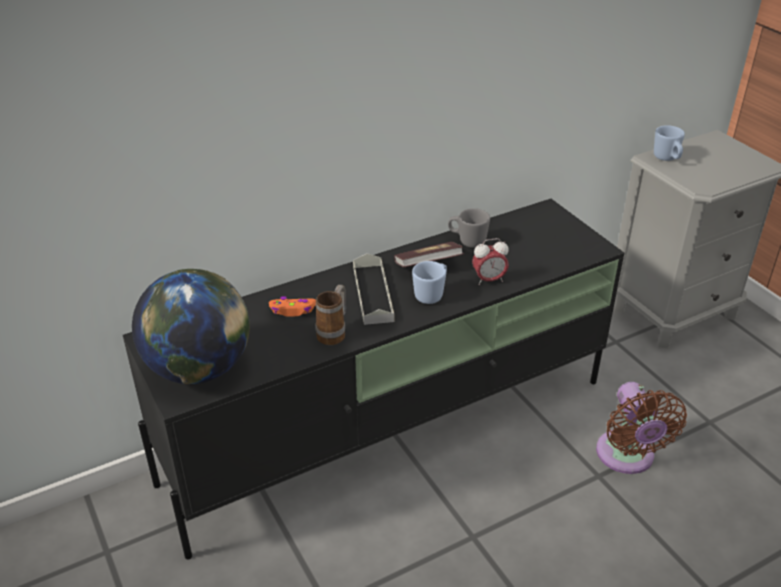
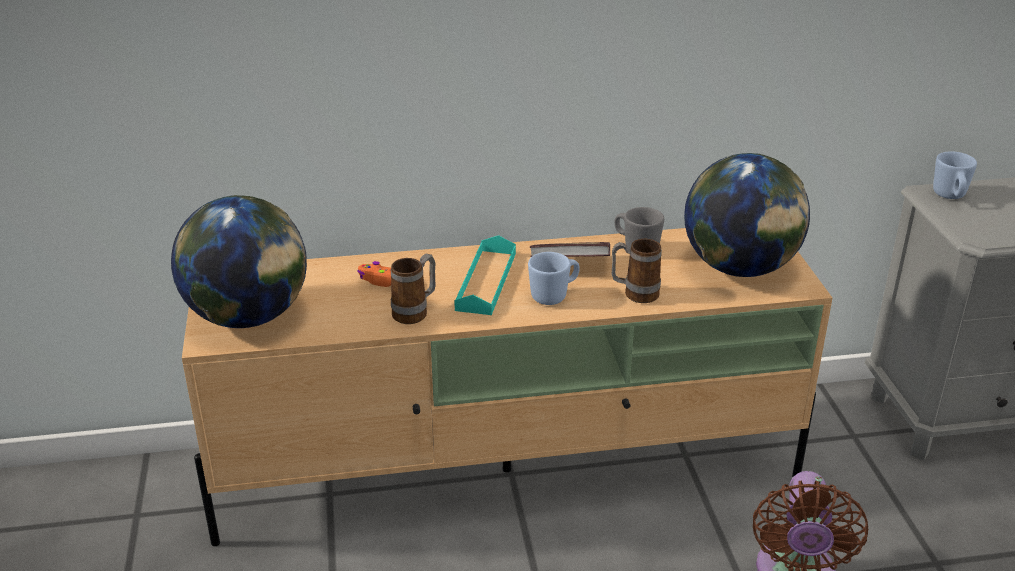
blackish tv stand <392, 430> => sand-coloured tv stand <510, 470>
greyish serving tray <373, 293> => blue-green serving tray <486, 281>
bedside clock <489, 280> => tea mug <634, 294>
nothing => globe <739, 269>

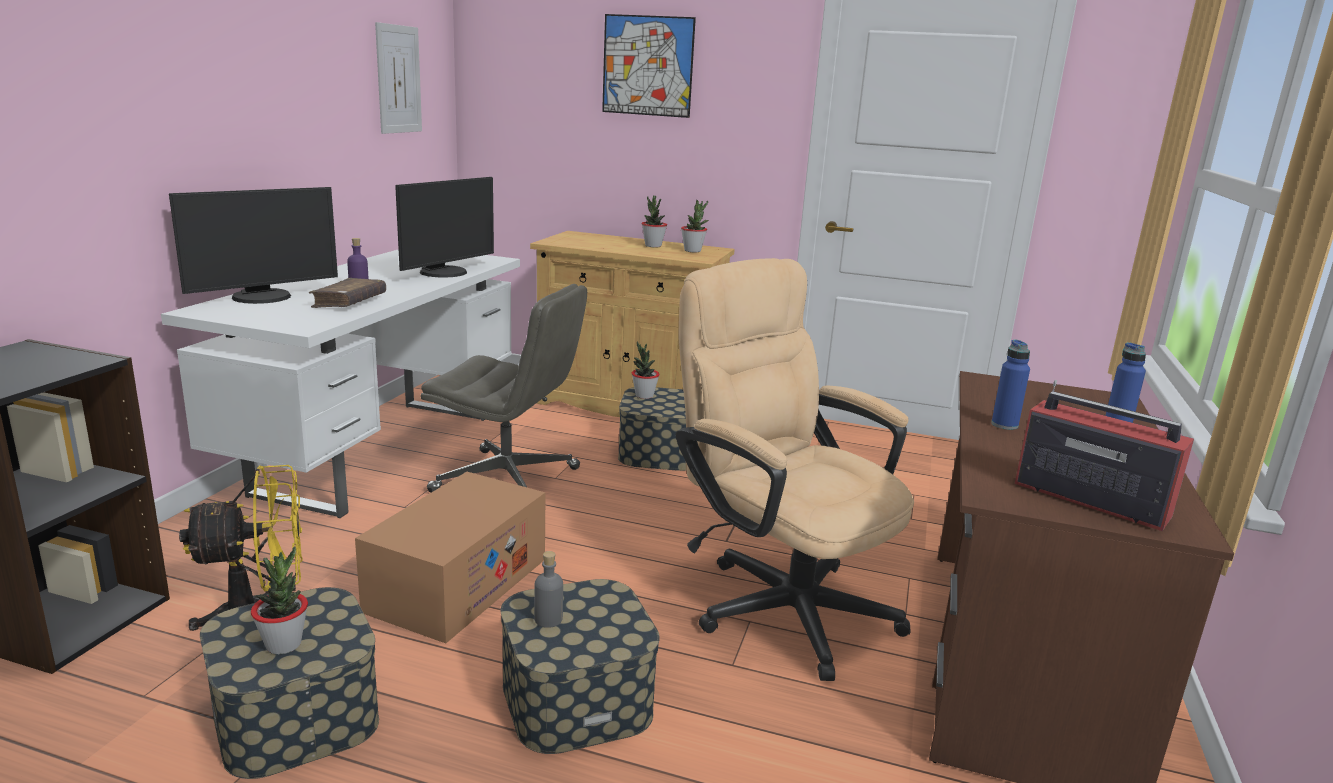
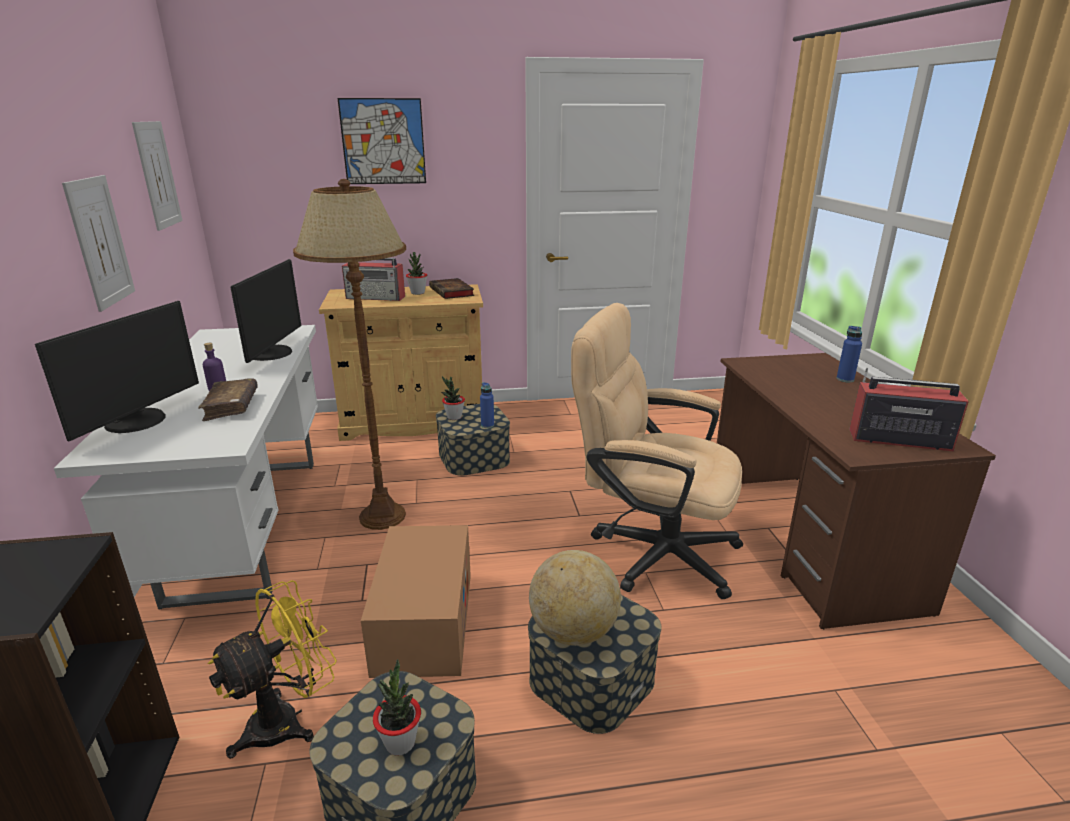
nothing => picture <100, 242>
greyish desk chair <508, 480> => brownish standard lamp <382, 516>
nothing => radio <376, 298>
potted plant <692, 251> => volume <452, 292>
blue-coloured drink bottle <1004, 425> => blue-coloured drink bottle <487, 425>, relocated
greyish drink bottle <548, 619> => globe <573, 632>

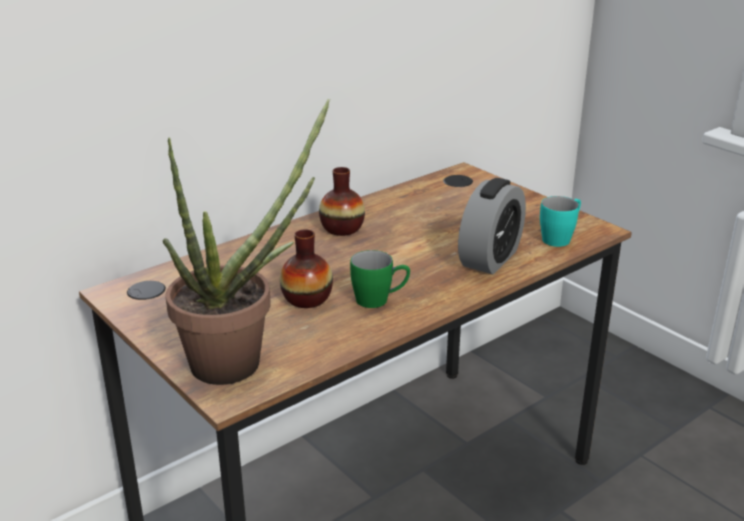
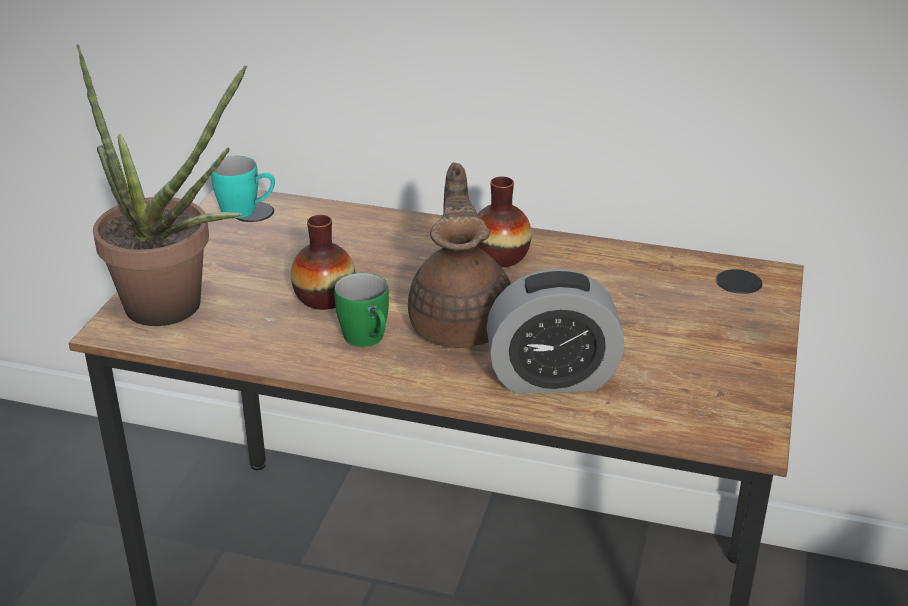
blue-green tea mug <560, 238> => blue-green tea mug <247, 210>, relocated
nothing => brownish pot for tea <462, 323>

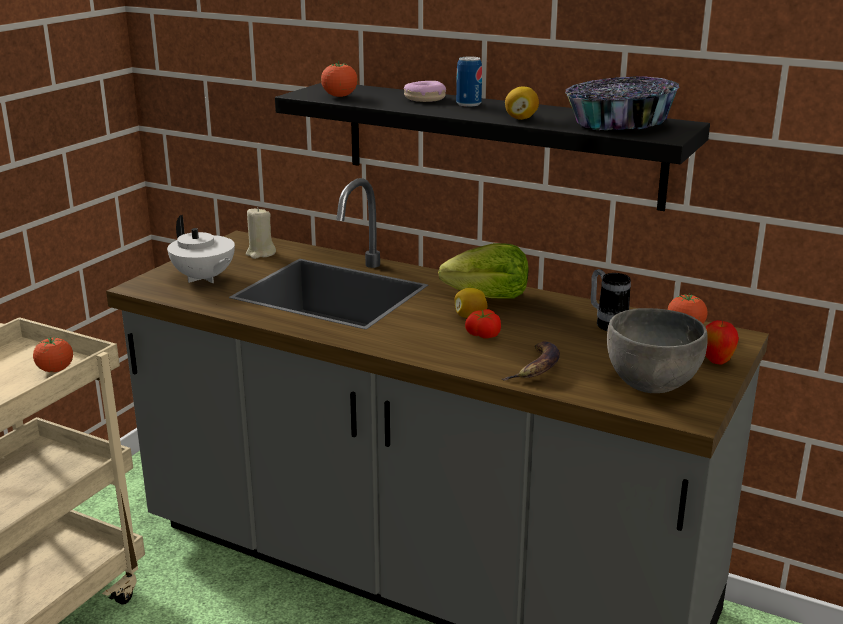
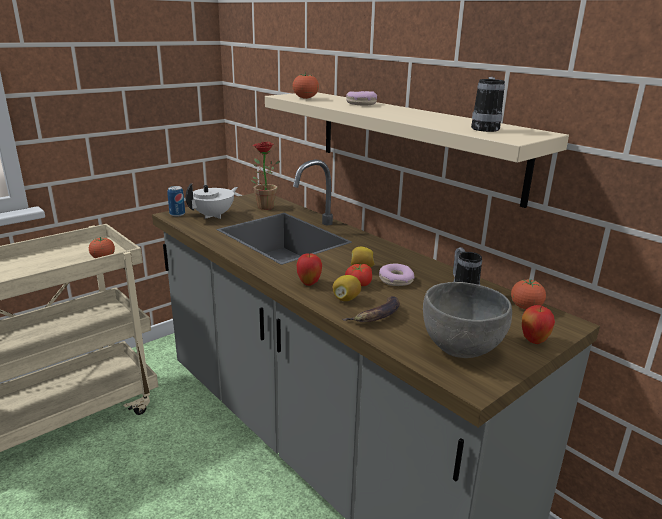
can <468, 104> => can <177, 214>, relocated
white-coloured pot for tea <204, 278> => white-coloured pot for tea <214, 216>, 120 degrees counterclockwise
sand-coloured candle <260, 253> => potted plant <263, 206>
blackish wall shelf <499, 143> => sand-coloured wall shelf <413, 142>
nothing => apple <309, 283>
lemon <521, 118> => lemon <346, 299>, relocated
nothing => doughnut <396, 280>
bowl <619, 124> => tea mug <485, 128>
lettuce <488, 297> => nothing

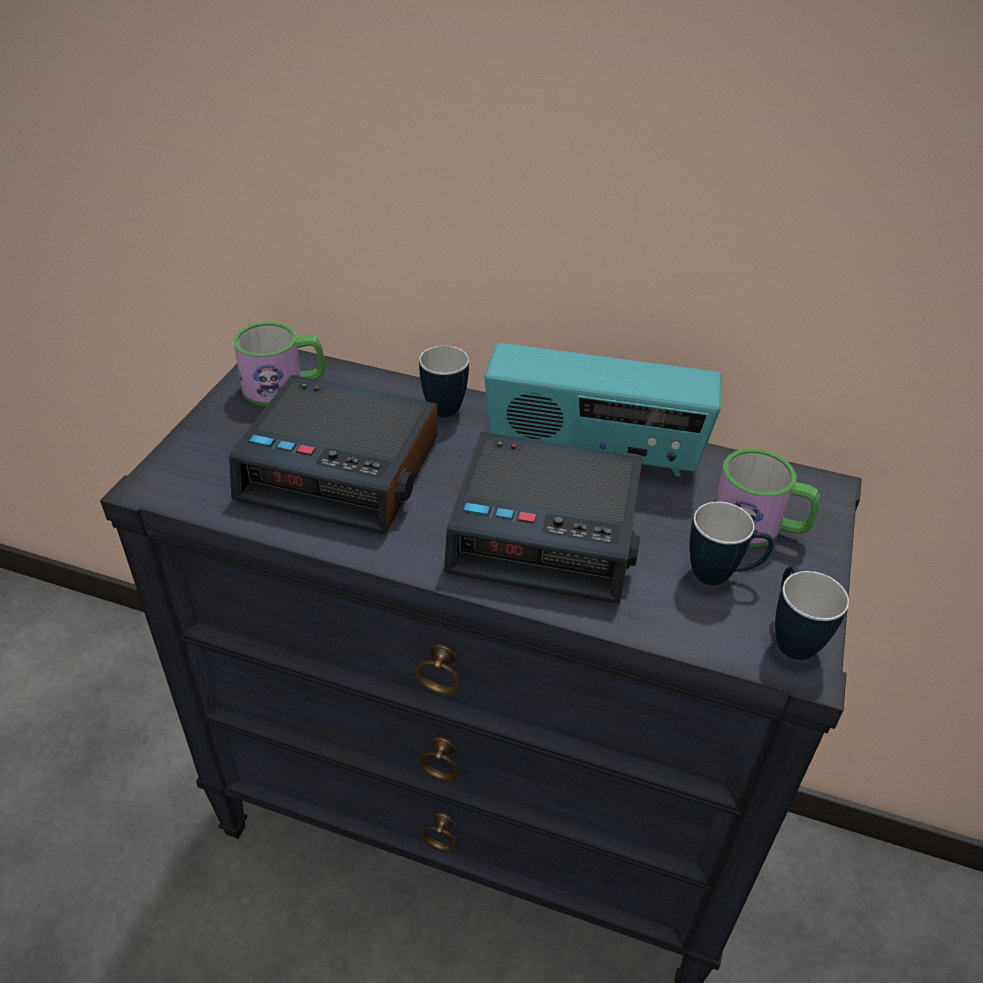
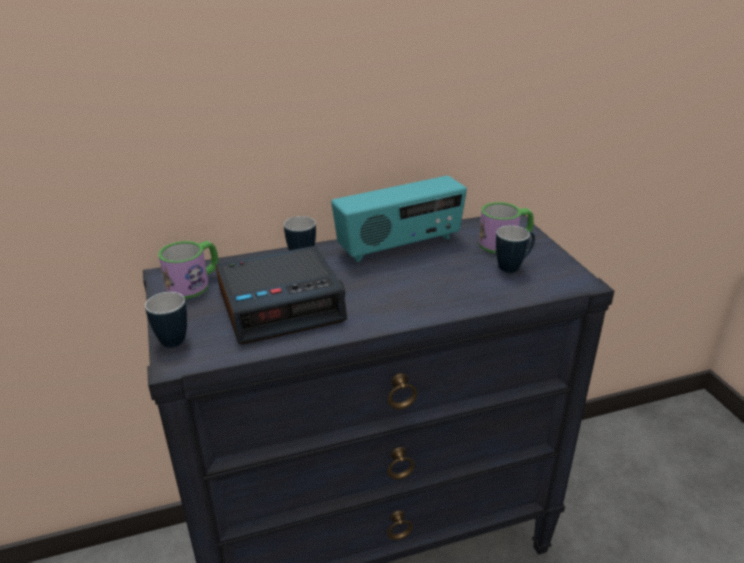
tea mug <790, 637> => tea mug <169, 338>, relocated
bedside clock <547, 531> => nothing

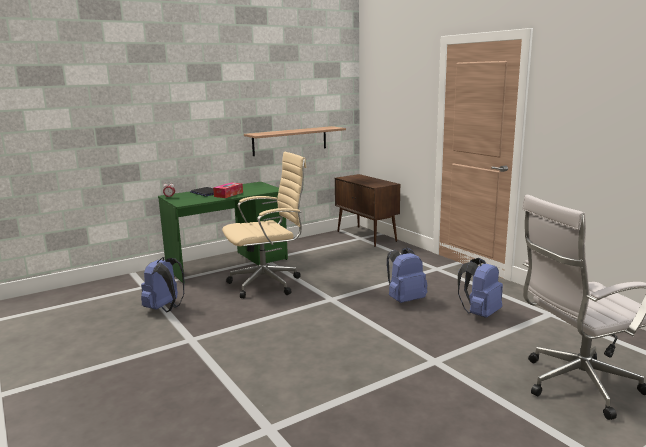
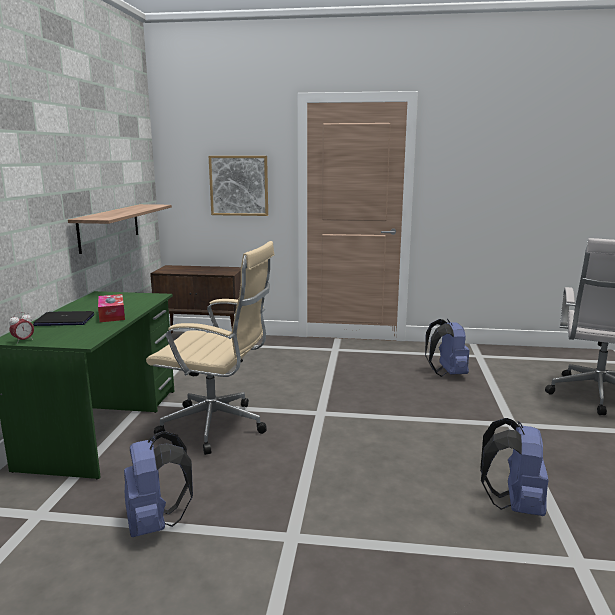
sand-coloured desk chair <268, 284> => sand-coloured desk chair <218, 427>, 90 degrees clockwise
nothing => picture <239, 185>
blue-coloured knapsack <405, 300> => blue-coloured knapsack <514, 505>, relocated

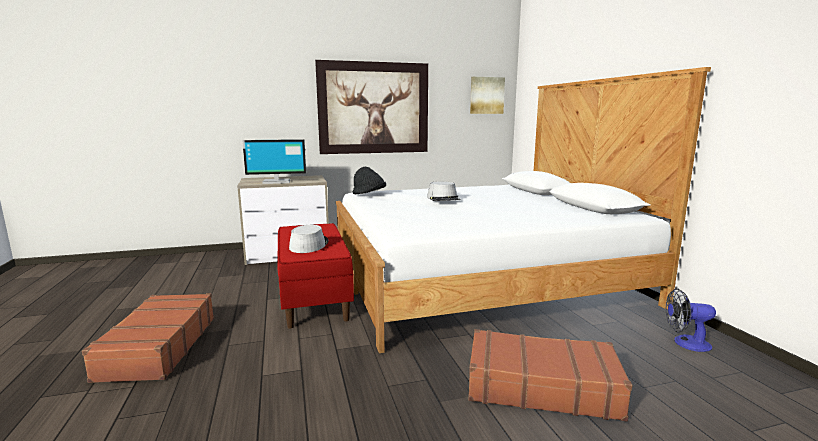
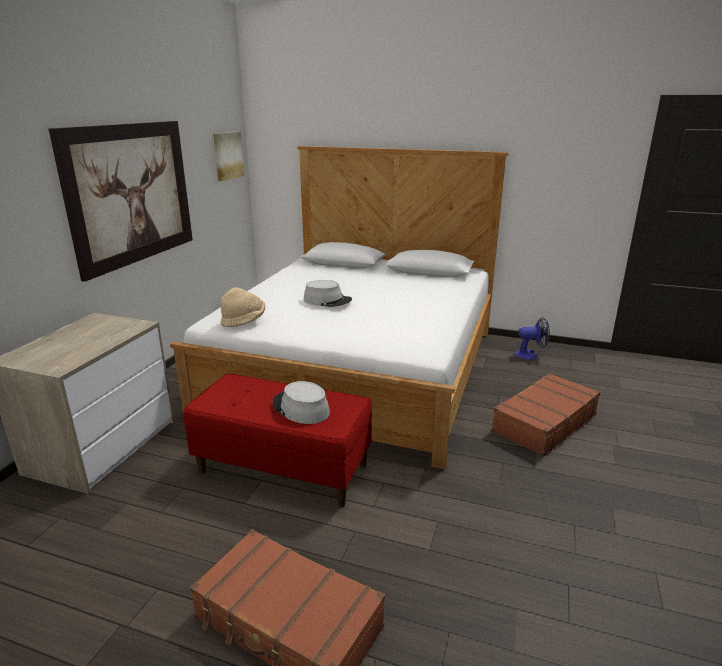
blackish wearable hat <369, 194> => sand-coloured wearable hat <243, 321>
cooling fan <685, 343> => cooling fan <530, 355>, 135 degrees counterclockwise
monitor <276, 181> => nothing

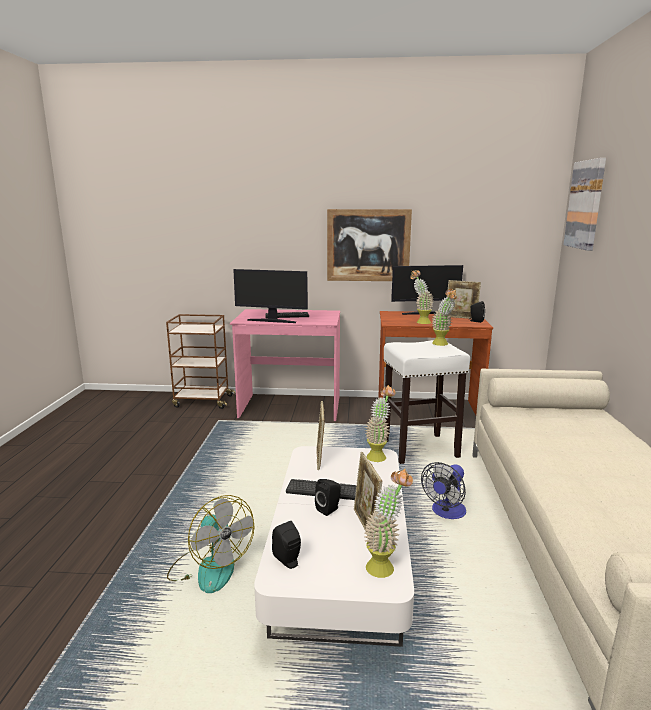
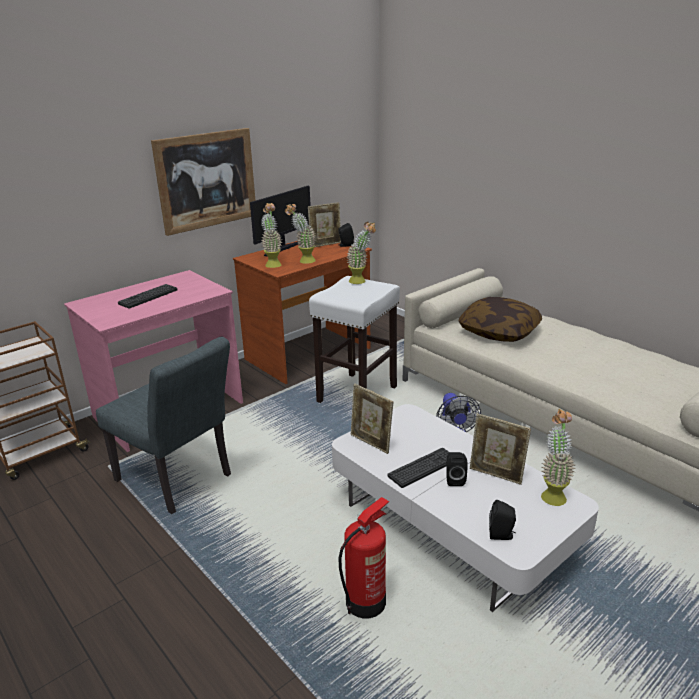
nothing => greyish plain chair <179, 480>
potted plant <379, 455> => potted plant <273, 263>, relocated
cooling fan <210, 567> => fire extinguisher <366, 602>
nothing => throw pillow <499, 331>
monitor <272, 321> => nothing
picture <585, 205> => nothing

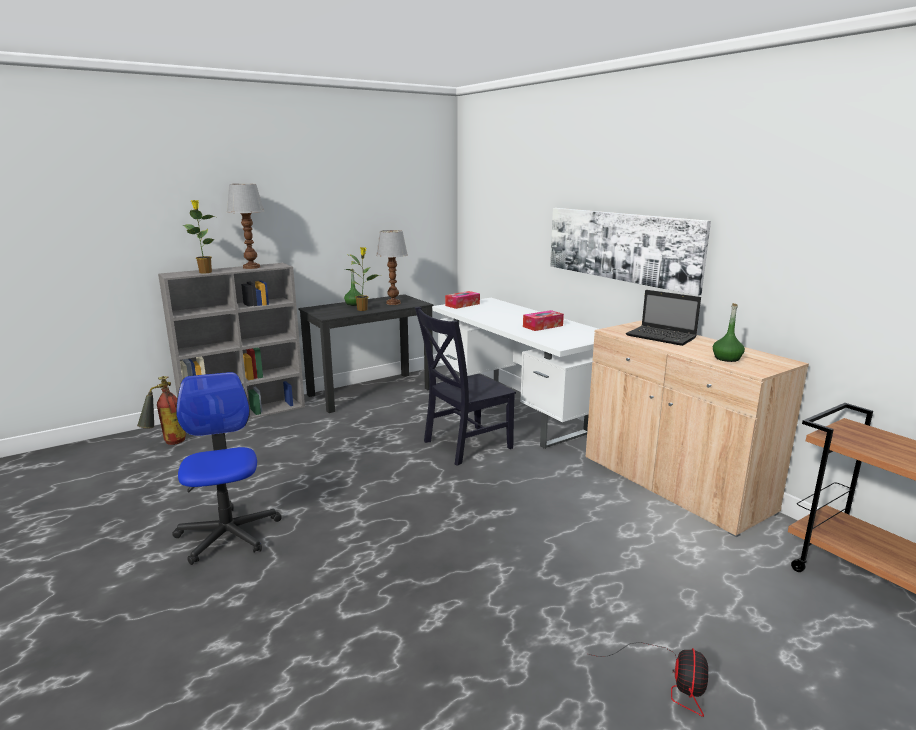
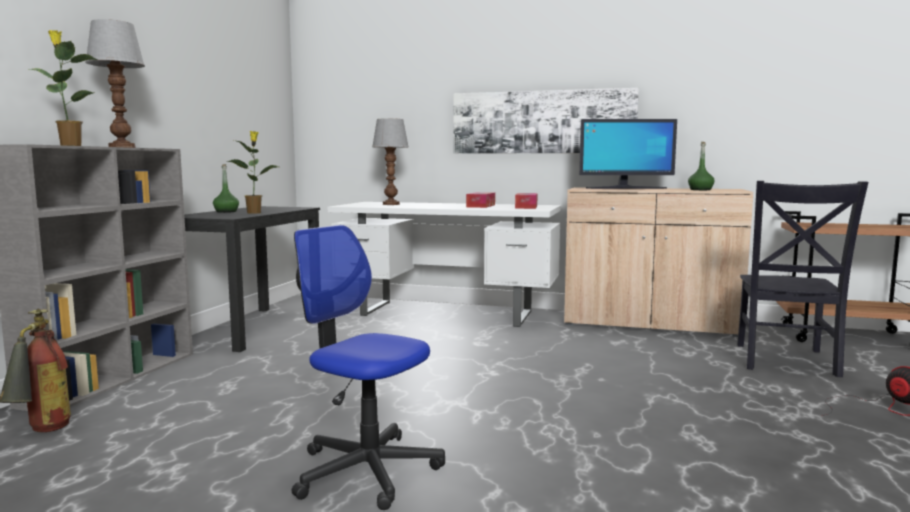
lamp for a table <394, 303> => lamp for a table <391, 204>, relocated
tissue box <462, 305> => tissue box <526, 207>, relocated
notebook computer <662, 337> => monitor <624, 188>
blackish plain chair <464, 445> => blackish plain chair <785, 361>, relocated

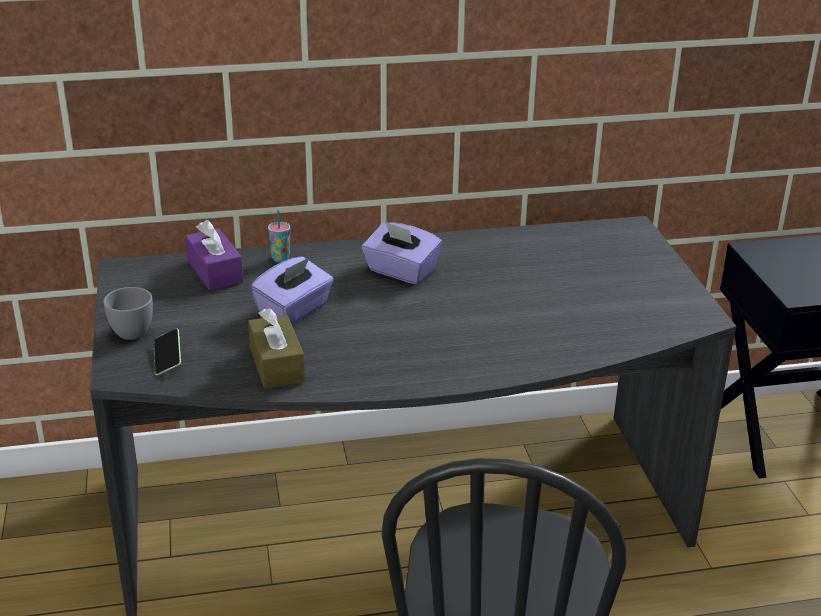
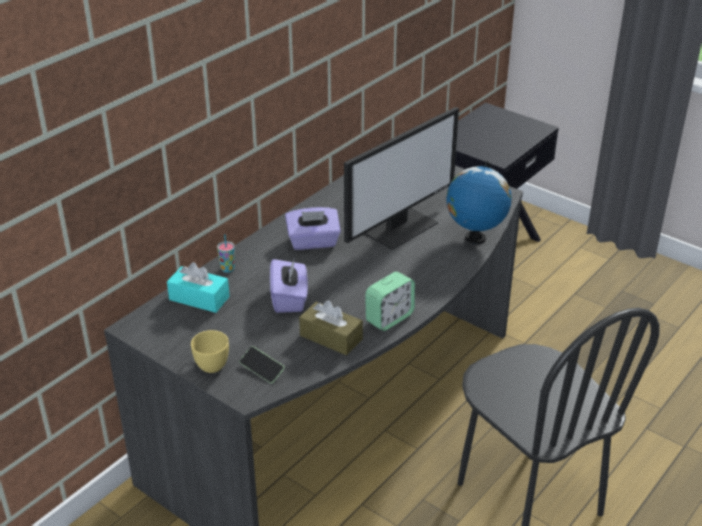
purple tissue box <215, 271> => blue-green tissue box <199, 298>
greyish cup <134, 329> => yellowish cup <210, 363>
nothing => monitor <400, 227>
nothing => bedside clock <389, 318>
nothing => globe <475, 238>

